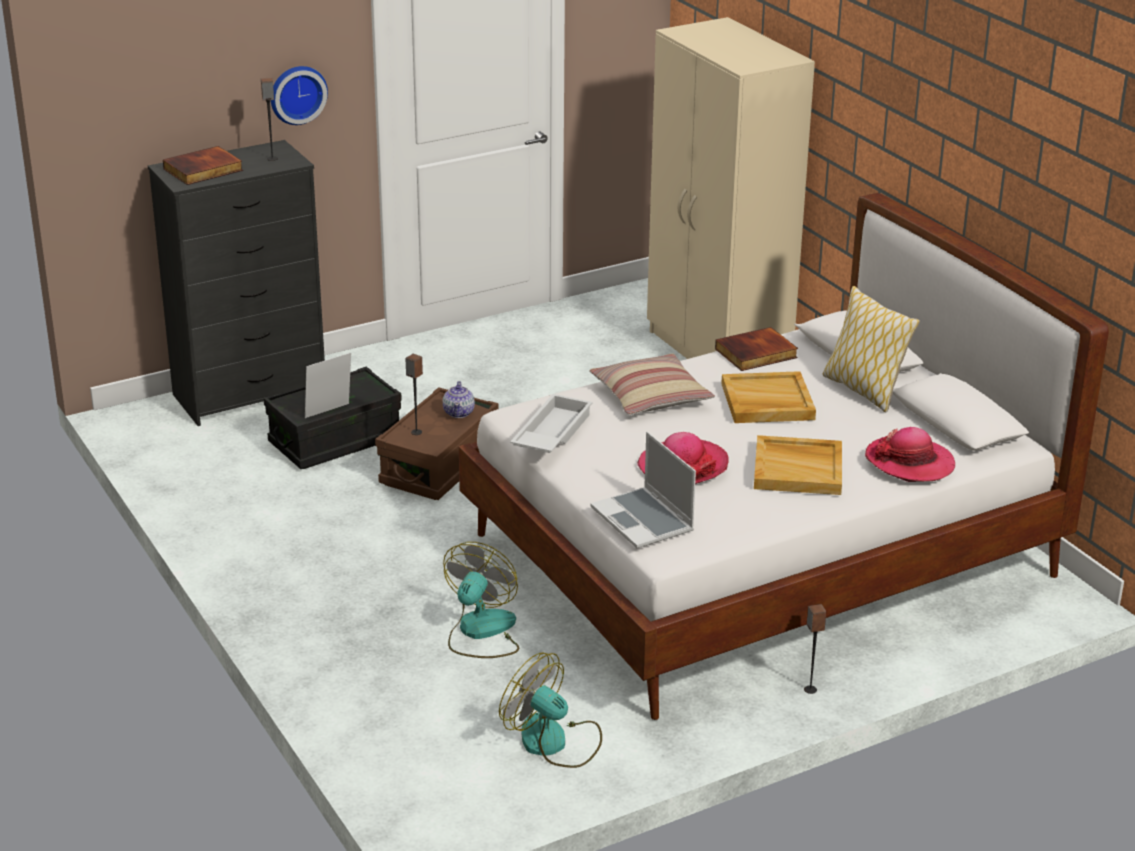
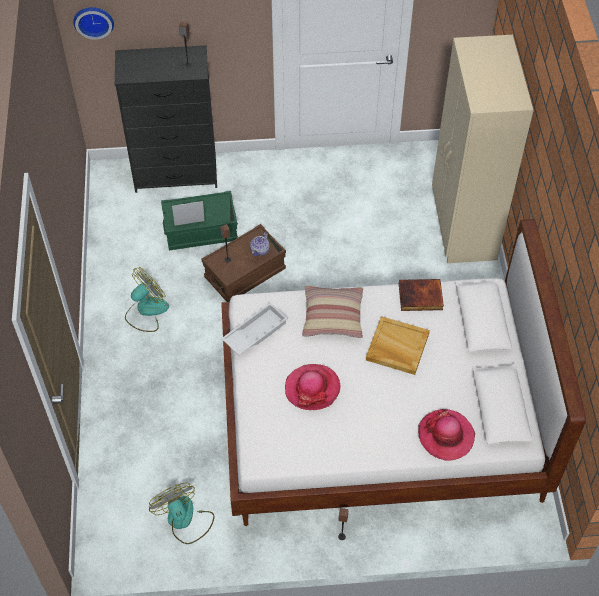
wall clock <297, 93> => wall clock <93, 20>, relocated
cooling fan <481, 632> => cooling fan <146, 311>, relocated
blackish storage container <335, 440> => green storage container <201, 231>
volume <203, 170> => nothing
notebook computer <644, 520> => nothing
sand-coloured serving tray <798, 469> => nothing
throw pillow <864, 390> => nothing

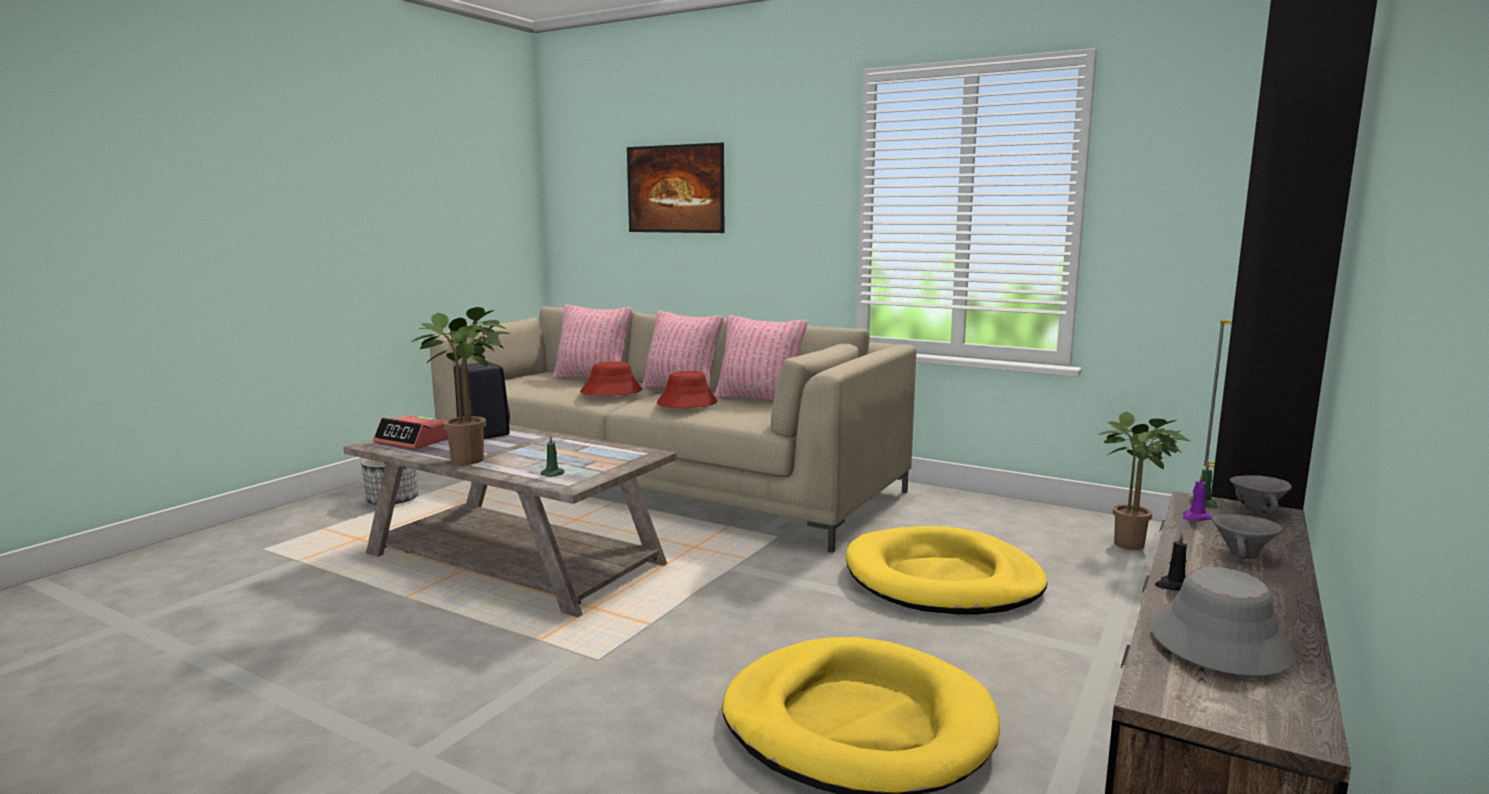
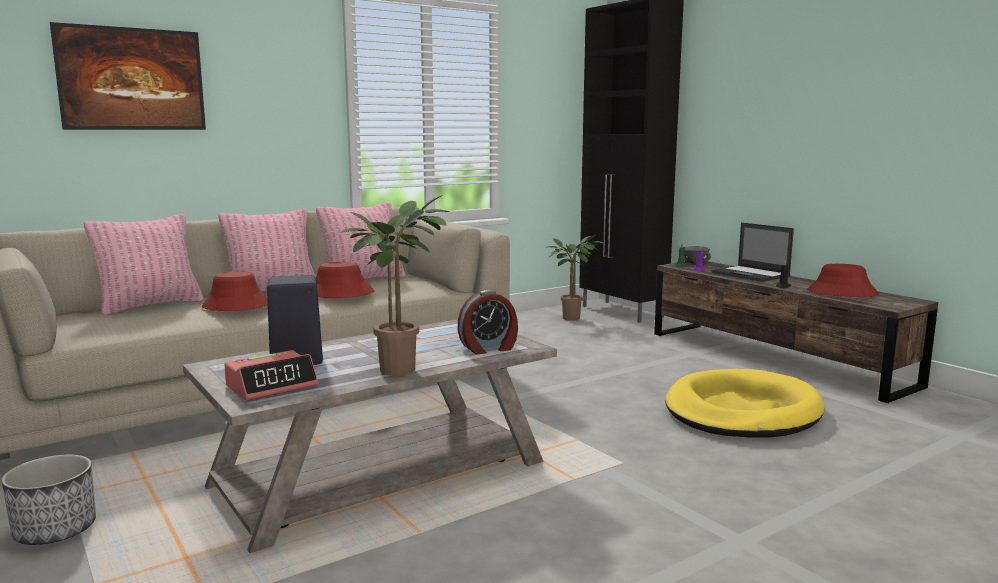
green candle <553, 474> => bedside clock <488, 348>
greyish bowl <1243, 556> => notebook computer <751, 274>
greyish wearable hat <1219, 642> => red wearable hat <842, 293>
yellowish dog bed <942, 579> => nothing

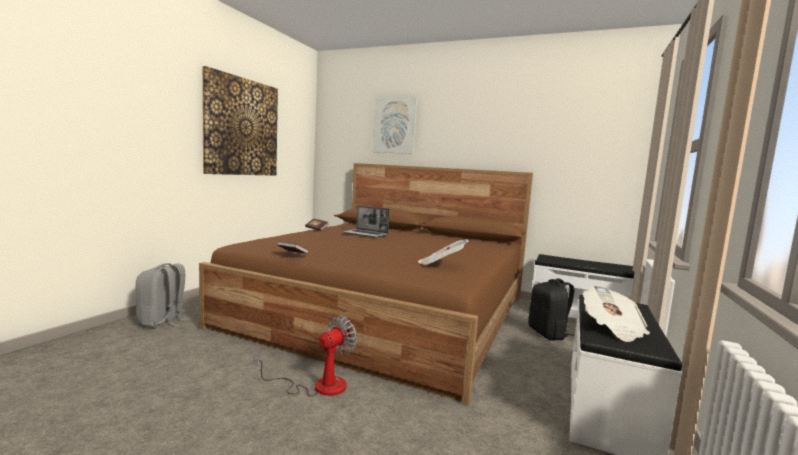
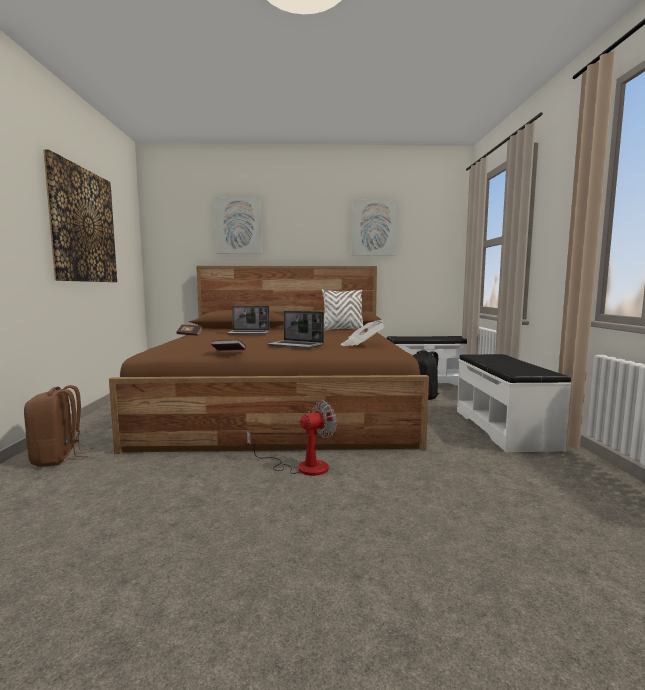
greyish knapsack <163, 322> => brownish knapsack <58, 458>
cooling fan <318, 386> => cooling fan <302, 467>, 45 degrees clockwise
nothing => notebook computer <296, 345>
nothing => white-coloured throw pillow <342, 329>
nothing => picture <374, 228>
printed paper <612, 329> => nothing

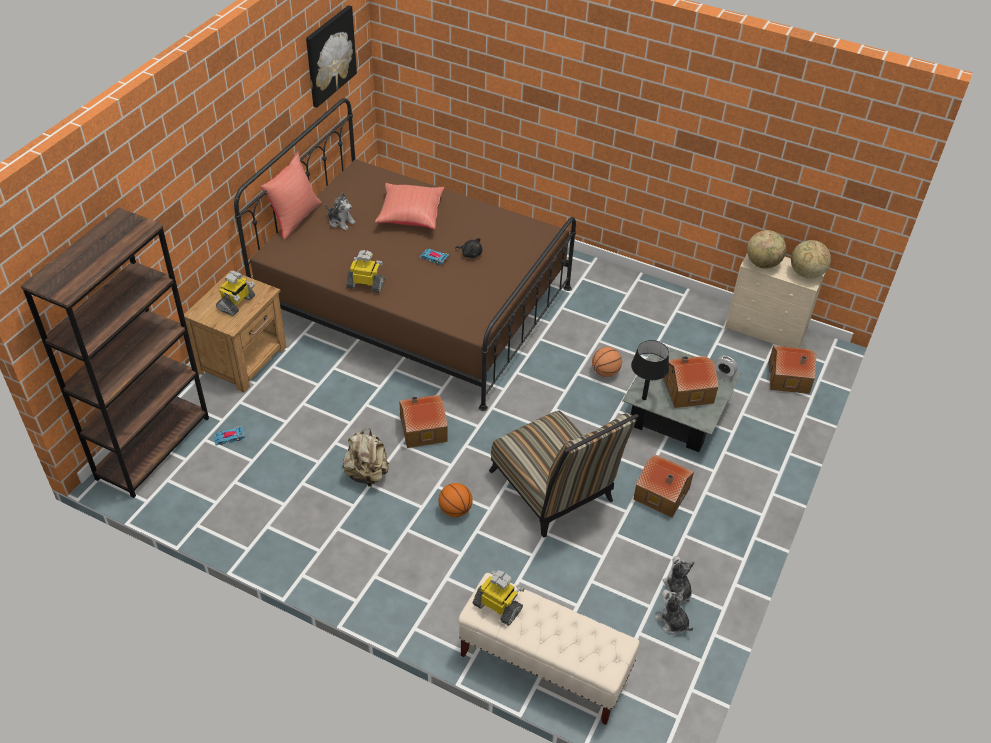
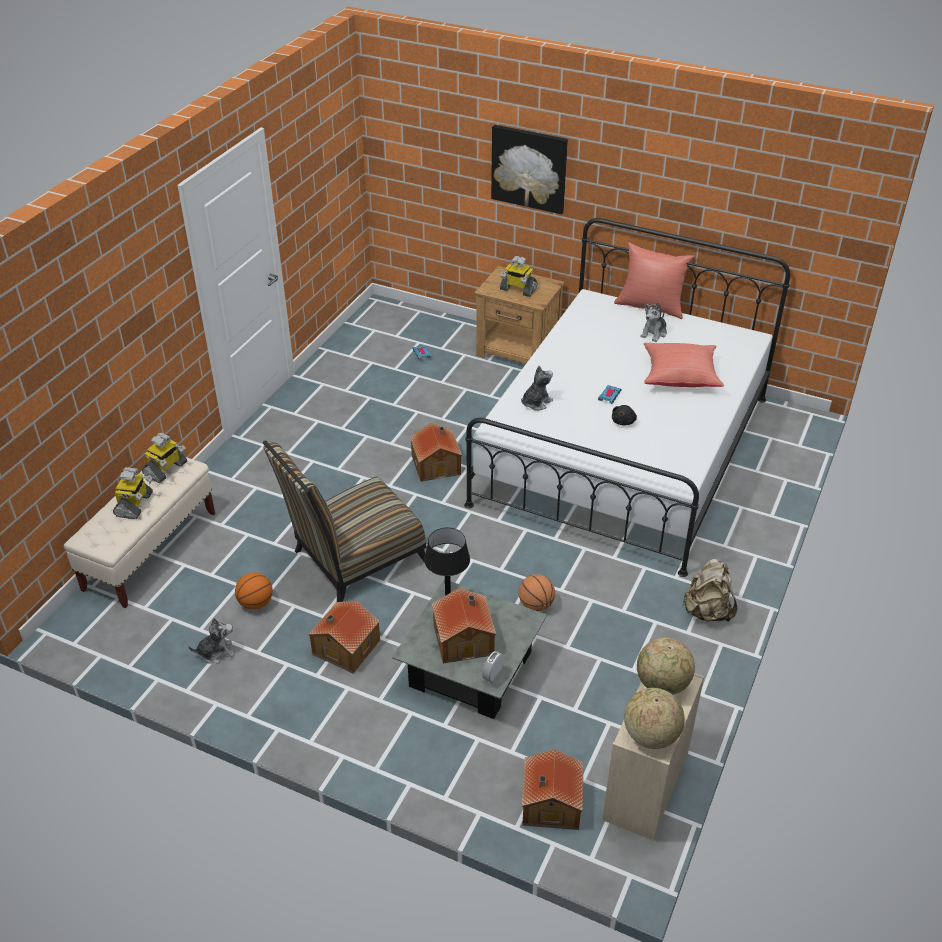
model robot <366, 284> => model robot <135, 505>, relocated
basketball ball <455, 510> => basketball ball <256, 603>, relocated
brownish bedroom bed <414, 302> => white-coloured bedroom bed <623, 449>
picture <330, 55> => picture <529, 168>, relocated
plush toy <672, 622> => plush toy <536, 402>, relocated
sand-coloured knapsack <367, 474> => sand-coloured knapsack <707, 611>, relocated
brownish bookcase <153, 447> => nothing

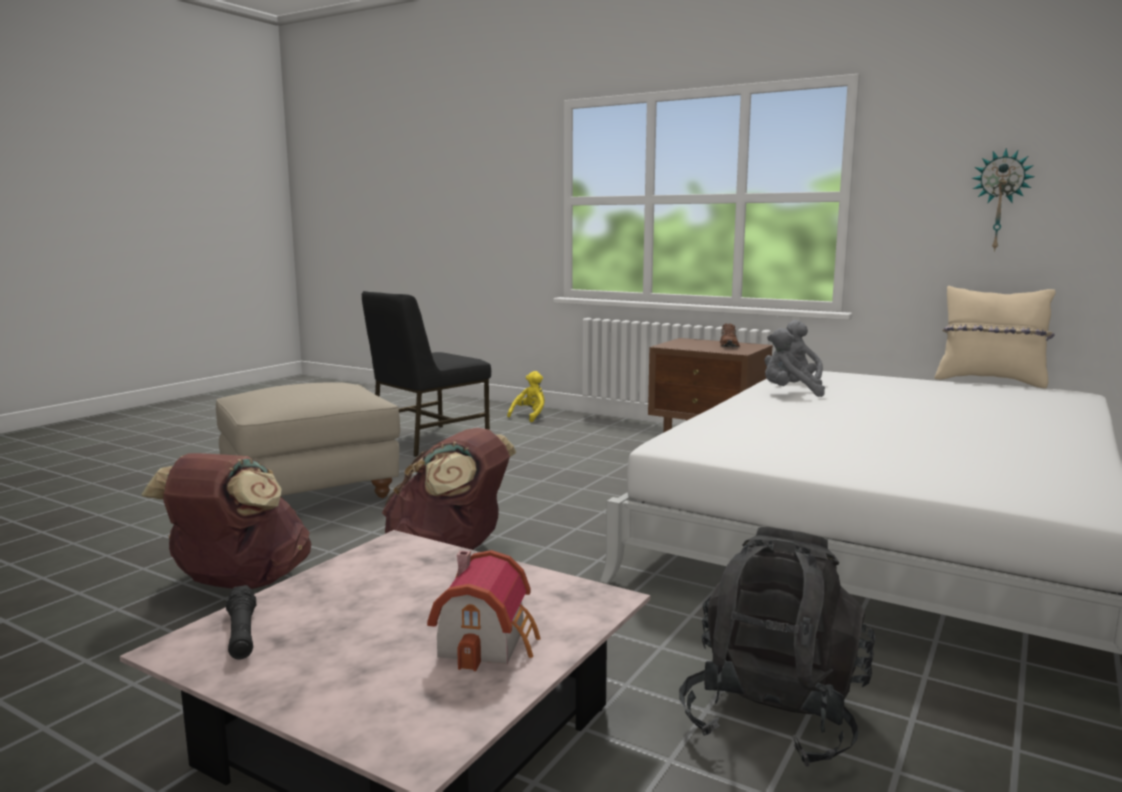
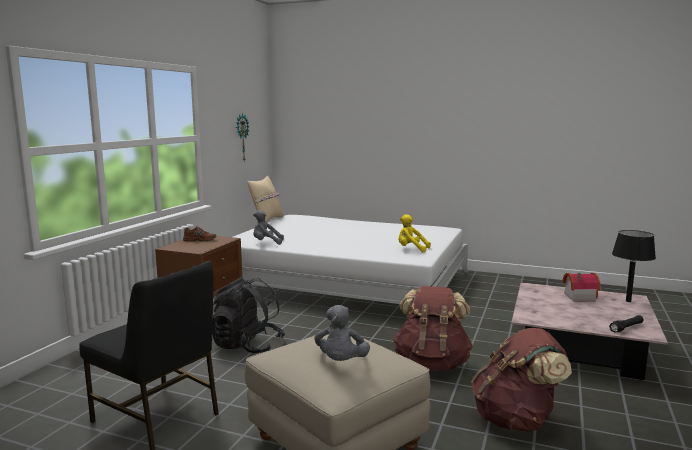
blackish knapsack <773, 715> => blackish knapsack <247, 346>, relocated
greyish plush toy <790, 393> => greyish plush toy <341, 362>, relocated
yellowish plush toy <530, 416> => yellowish plush toy <411, 249>, relocated
nothing => blackish lamp for a table <628, 301>

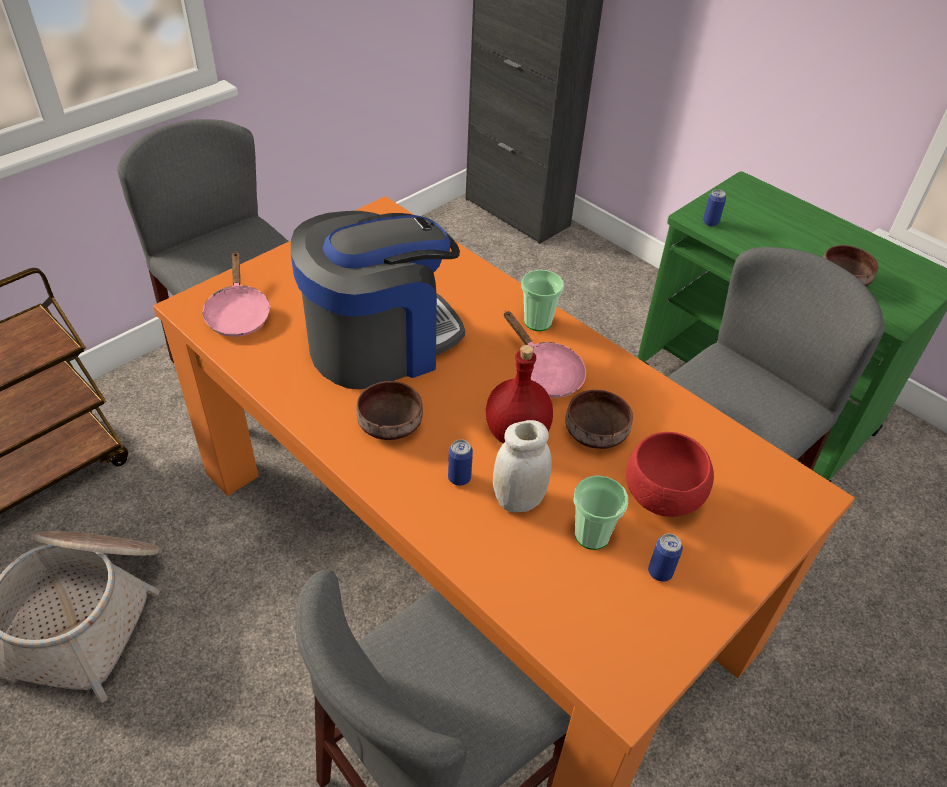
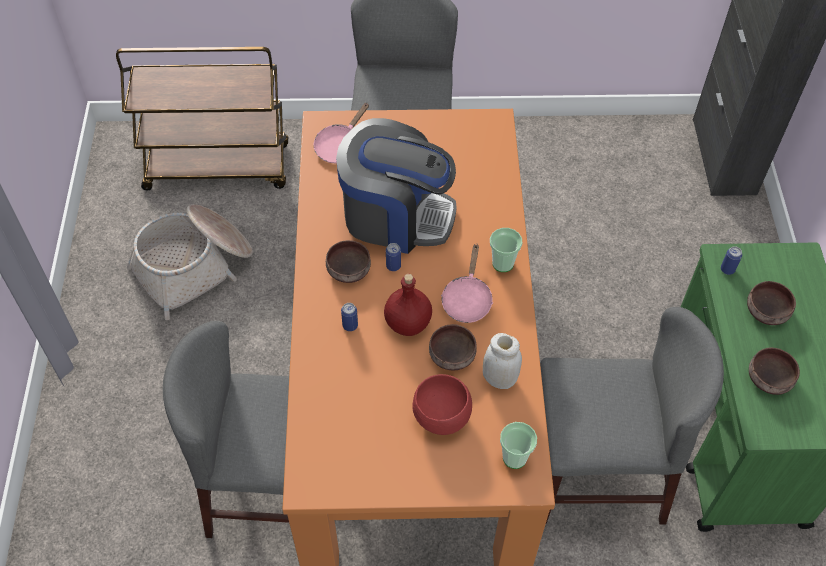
can <660, 572> => can <393, 266>, relocated
white-coloured jar <518, 500> => white-coloured jar <499, 379>, relocated
cup <592, 535> => cup <514, 457>, relocated
nothing => brownish bowl <768, 311>

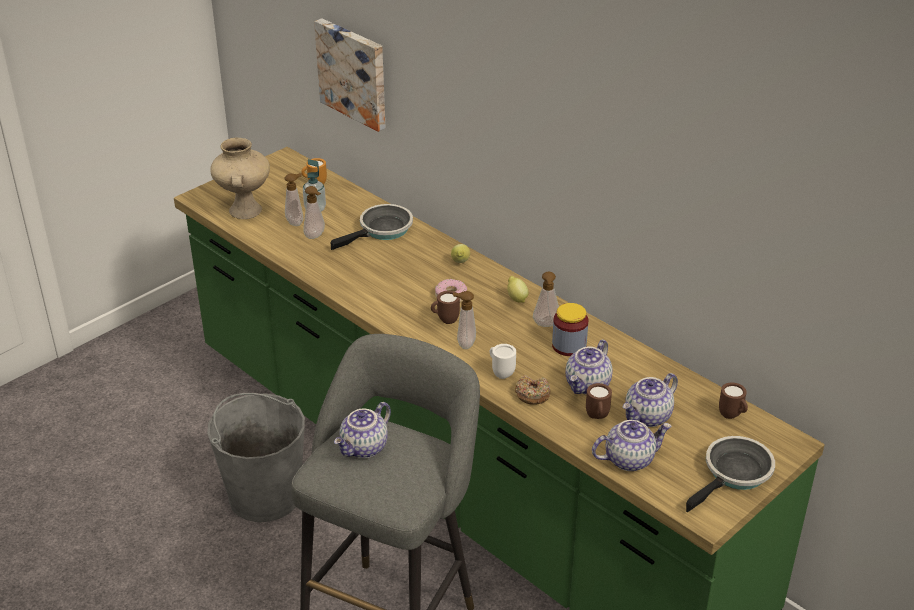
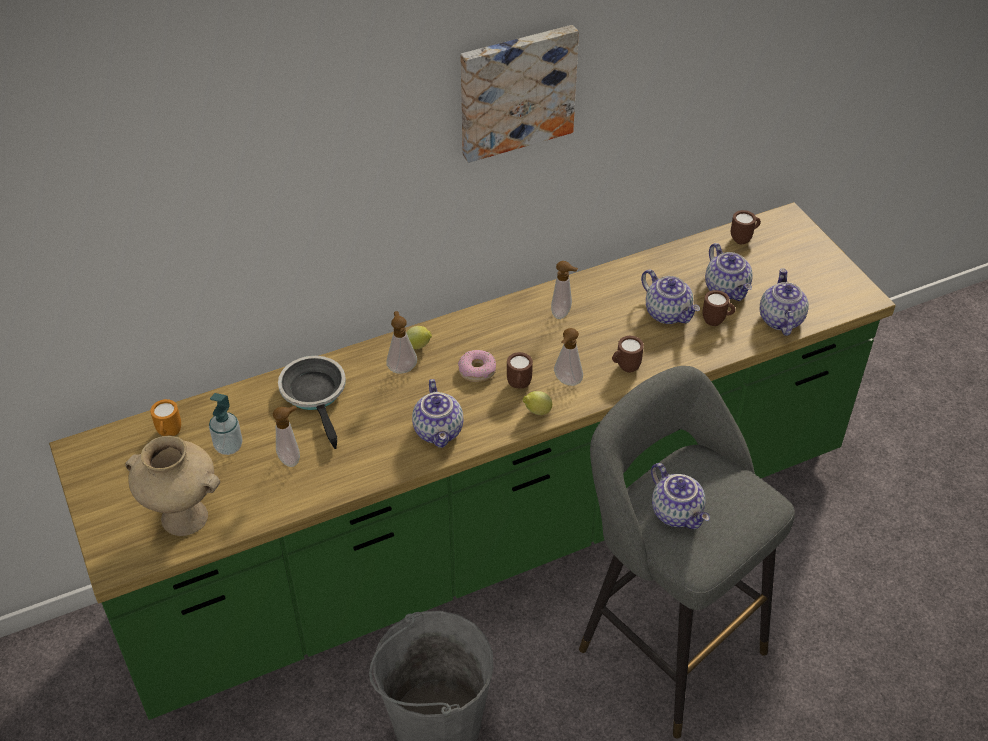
soap bottle <296, 222> => soap bottle <402, 367>, relocated
nothing => pot for tea <439, 431>
picture <354, 73> => picture <516, 90>, relocated
lemon <516, 298> => lemon <536, 412>, relocated
white-coloured tea mug <501, 372> => brownish tea mug <625, 368>
doughnut <532, 394> => nothing
jar <569, 346> => nothing
skillet <735, 474> => nothing

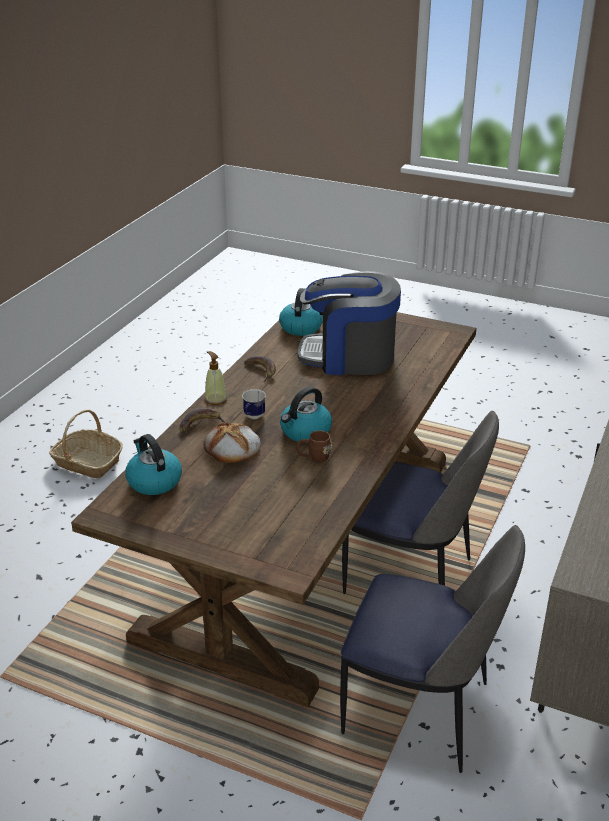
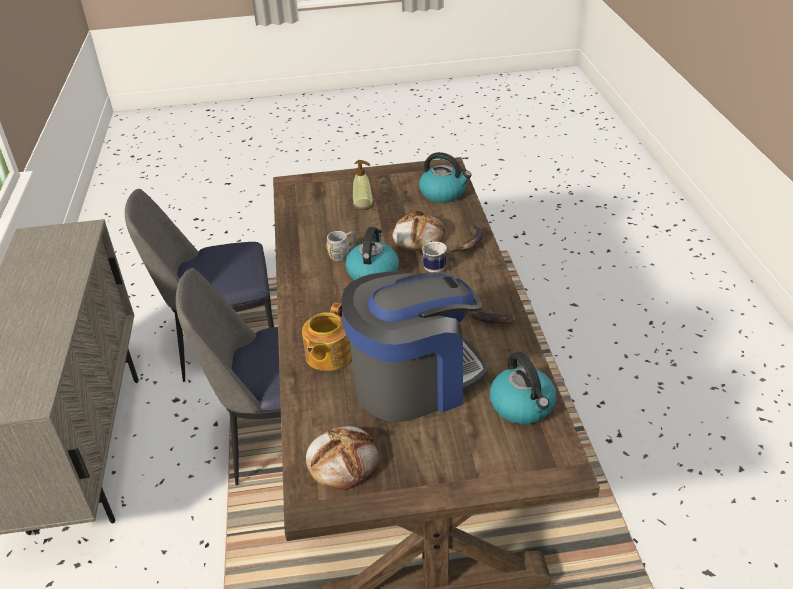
nothing => pot for tea <328, 356>
nothing => bakery bread <343, 460>
brownish tea mug <314, 457> => greyish tea mug <343, 254>
soap bottle <215, 399> => soap bottle <363, 205>, relocated
basket <87, 462> => nothing

